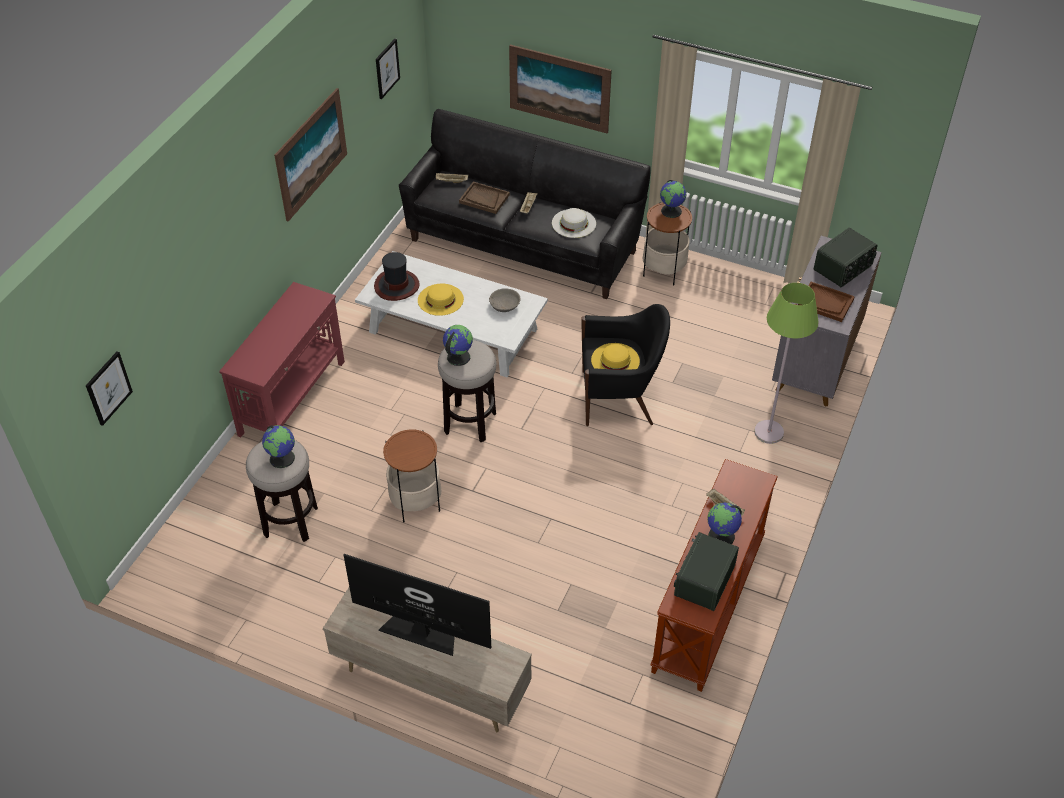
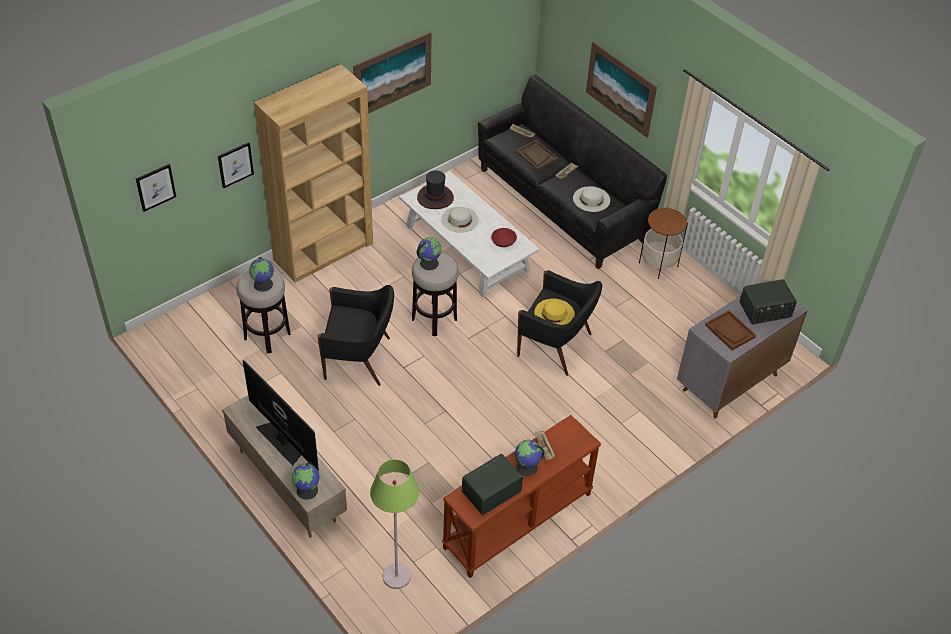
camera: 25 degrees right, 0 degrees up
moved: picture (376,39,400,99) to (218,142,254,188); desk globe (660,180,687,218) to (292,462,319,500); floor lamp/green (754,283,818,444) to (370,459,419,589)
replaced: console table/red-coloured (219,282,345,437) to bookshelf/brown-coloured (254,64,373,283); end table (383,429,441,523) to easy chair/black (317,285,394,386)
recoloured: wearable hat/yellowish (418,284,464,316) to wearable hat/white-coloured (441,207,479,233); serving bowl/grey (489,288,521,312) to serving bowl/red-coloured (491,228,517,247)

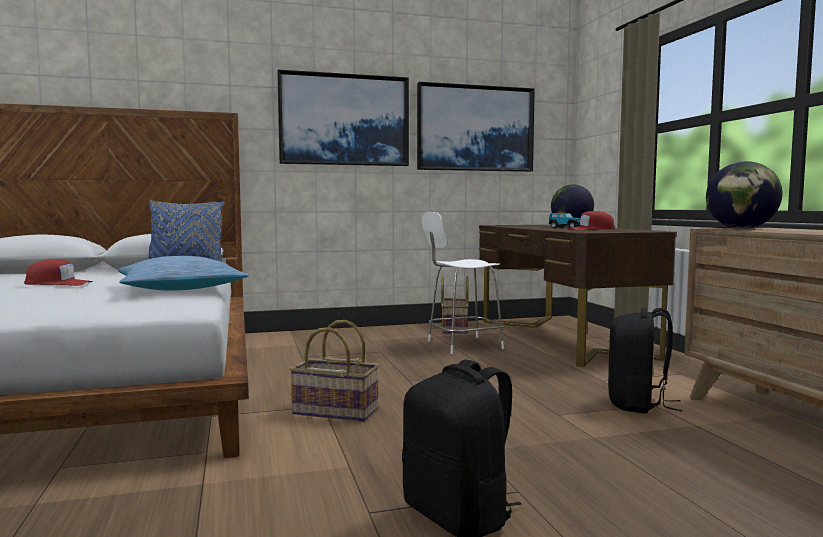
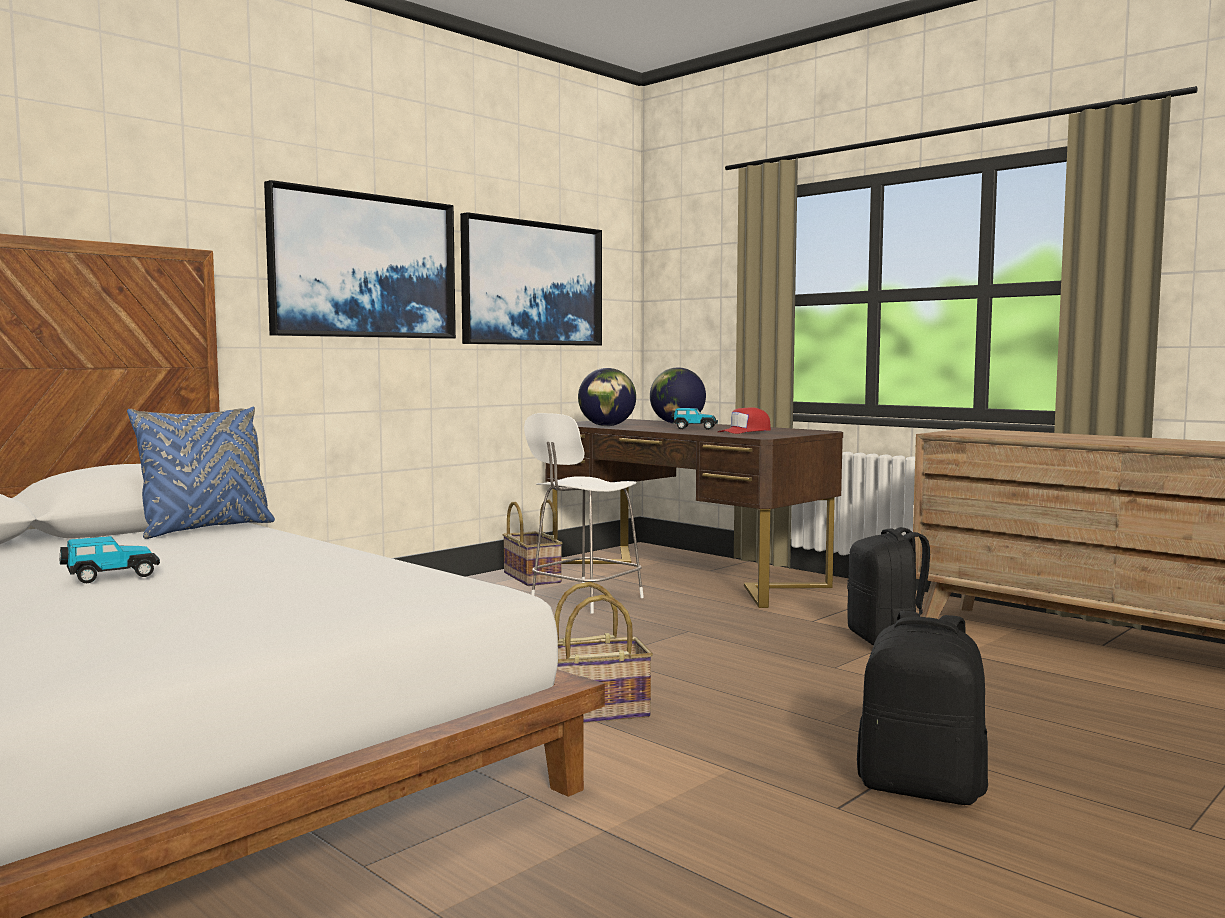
camera: 30 degrees left, 0 degrees up
removed: pillow (118,256,249,291)
moved: desk globe (706,161,782,229) to (578,368,636,426)
replaced: baseball cap/red-coloured (25,259,93,286) to toy car (60,536,160,583)

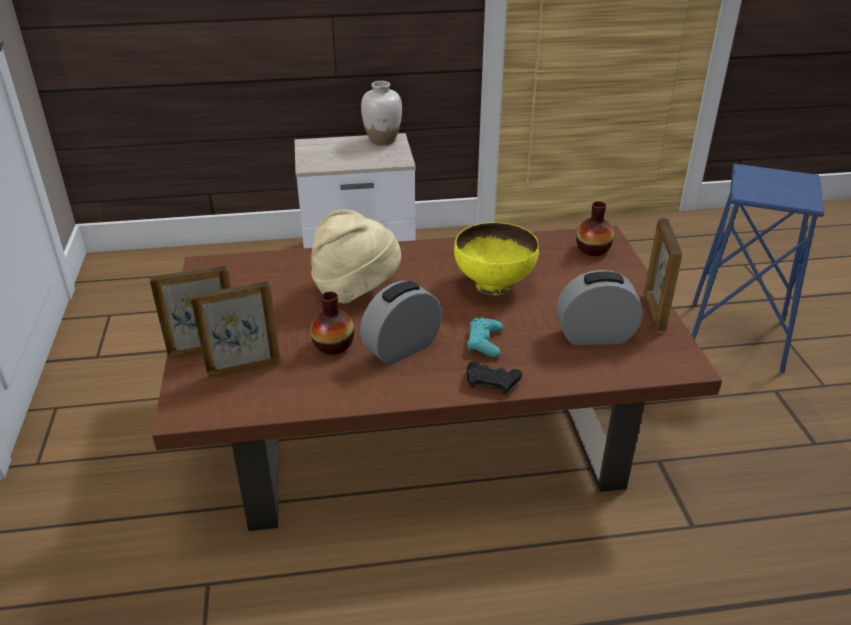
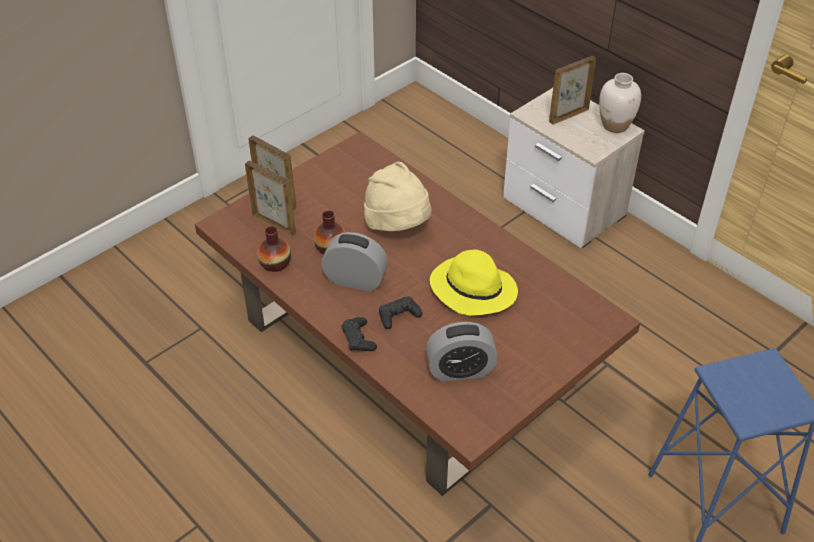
camera: 55 degrees right, 10 degrees up
moved: vase (576,201,614,256) to (257,226,291,272); photo frame (644,218,682,331) to (549,56,596,125)
replaced: serving bowl/yellowish (454,222,539,295) to wearable hat/yellowish (430,250,518,316)
recoloured: gamepad/turquoise-coloured (467,317,503,357) to gamepad/black (379,296,422,329)
turned: bedside clock (557,270,643,345) = (426,322,498,381) 120 degrees clockwise

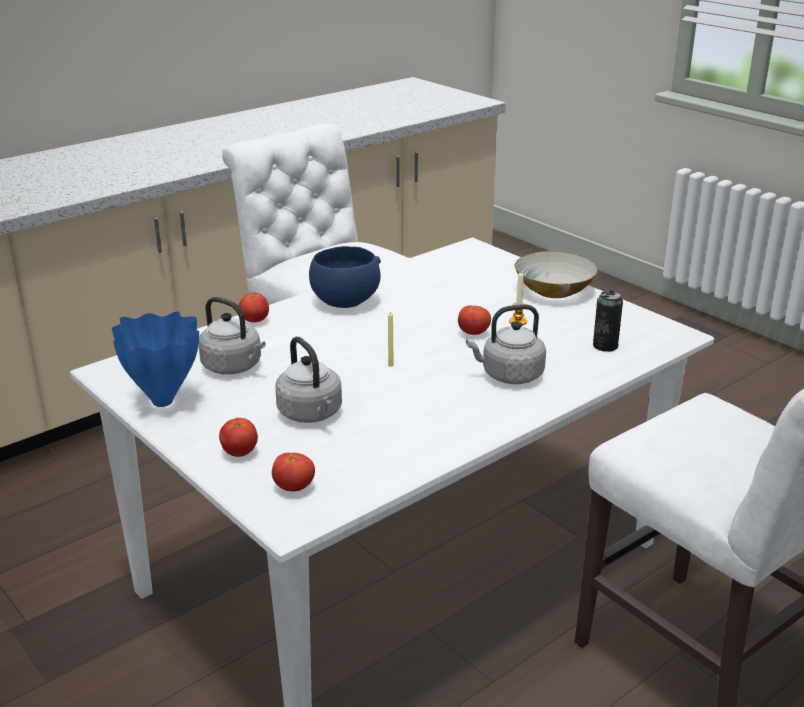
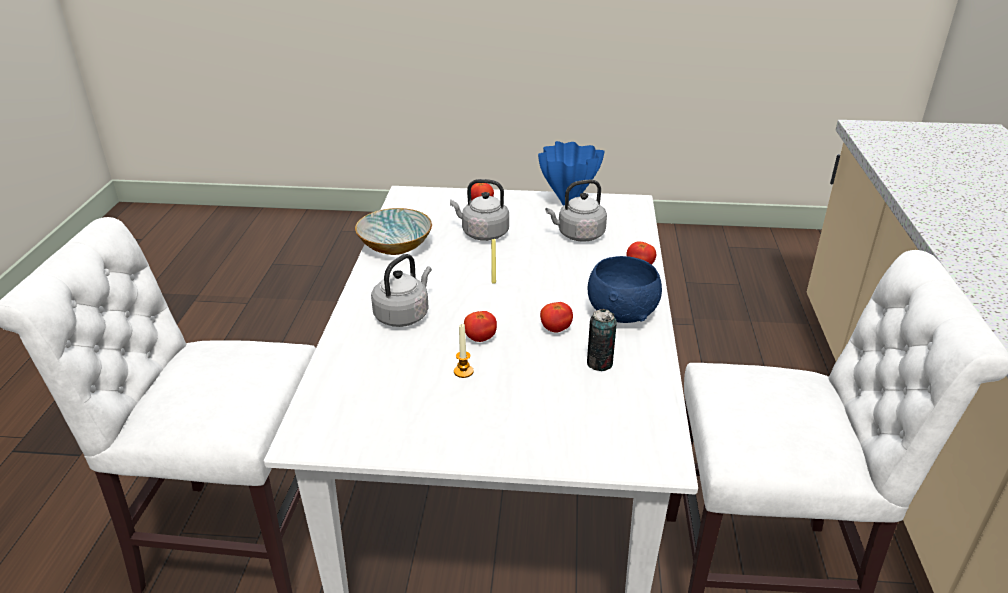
camera: 135 degrees right, 5 degrees up
moved: whole tomato (272,453,315,491) to (540,302,573,332); serving bowl (515,251,598,298) to (355,208,432,255); sealed can (593,290,623,352) to (587,309,617,371)

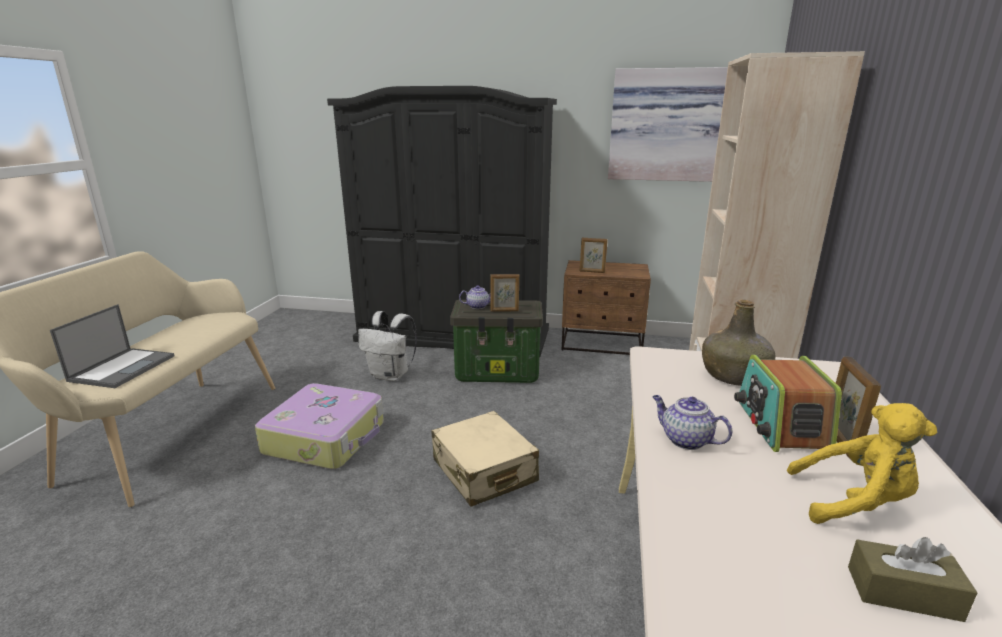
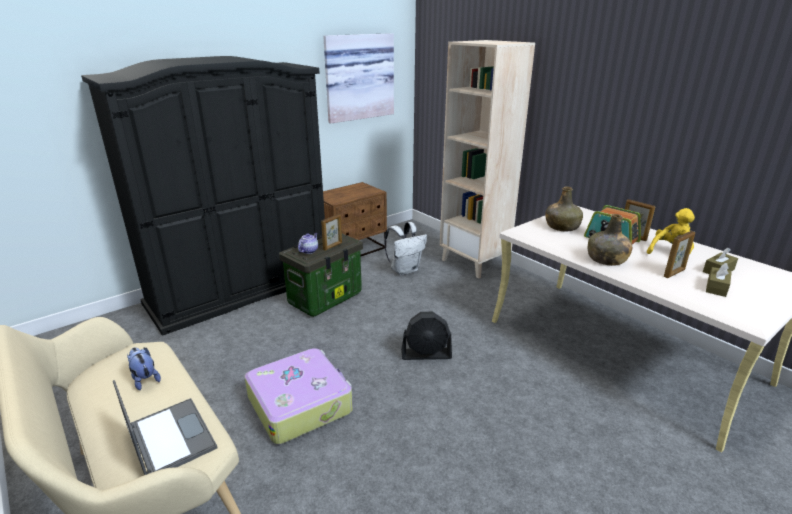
camera: 50 degrees left, 5 degrees up
added: plush toy (127,348,161,390); box of tissues/brown-coloured (706,263,732,297)
moved: knapsack/white-coloured (358,311,417,381) to (384,222,427,275); photo frame (580,238,608,273) to (664,231,695,278)
replaced: suitcase/sand-coloured (431,411,539,506) to electric fan/black (401,312,452,360); pot for tea (652,395,732,450) to bottle/green (588,214,632,266)

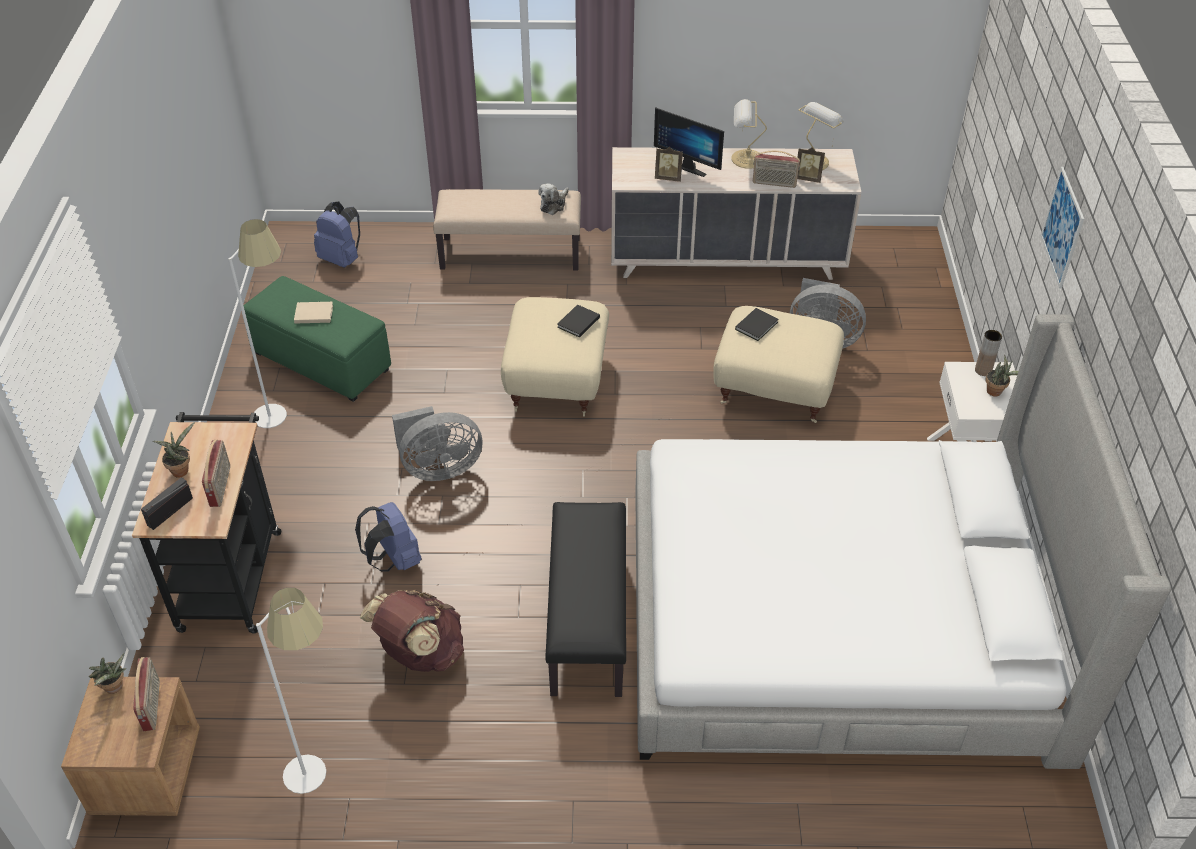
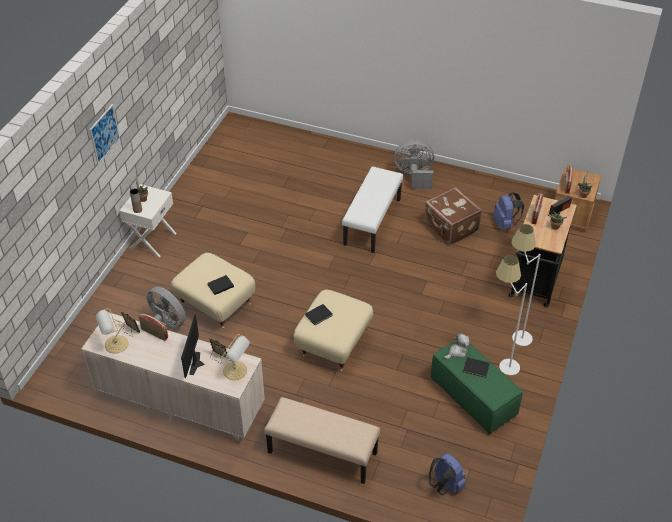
camera: 160 degrees left, 0 degrees up
removed: sleeping bed (635,314,1171,769)
moved: floor lamp/white-coloured (256,588,326,794) to (512,224,541,346); knapsack/bluish (355,502,422,572) to (493,192,524,230); electric fan/grey (392,406,482,481) to (394,140,434,189); plush toy (538,183,569,215) to (444,333,470,360); tabletop lamp (731,99,767,169) to (222,334,250,380)
replaced: knapsack/brown-coloured (360,590,464,672) to suitcase/brown-coloured (425,187,482,245)
recoloured: bound book/sand-coloured (294,302,333,324) to bound book/black (463,357,490,378); bench/black (545,502,626,697) to bench/white-coloured (342,166,403,253)
turned: computer display (654,107,724,177) = (181,315,204,378) 135 degrees counterclockwise

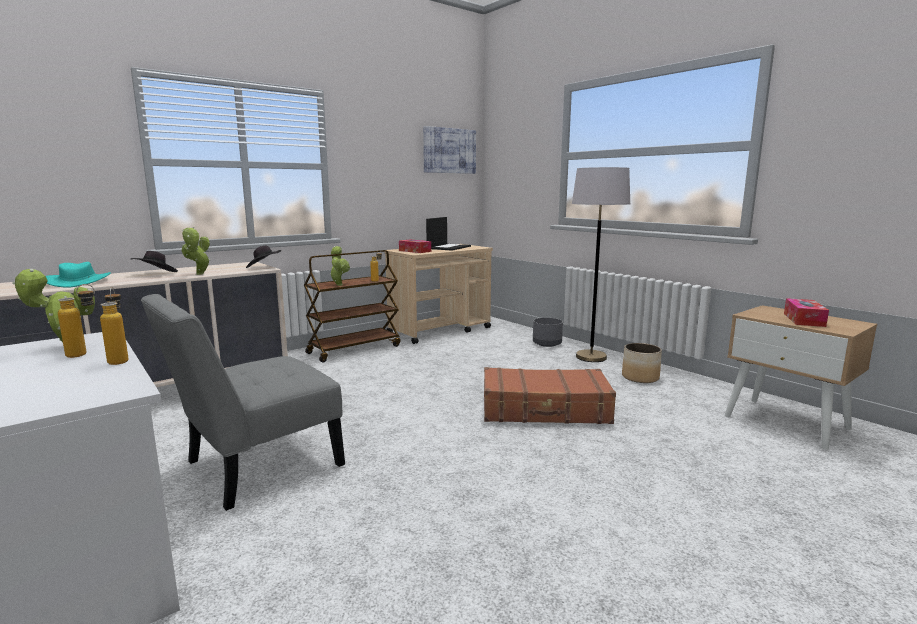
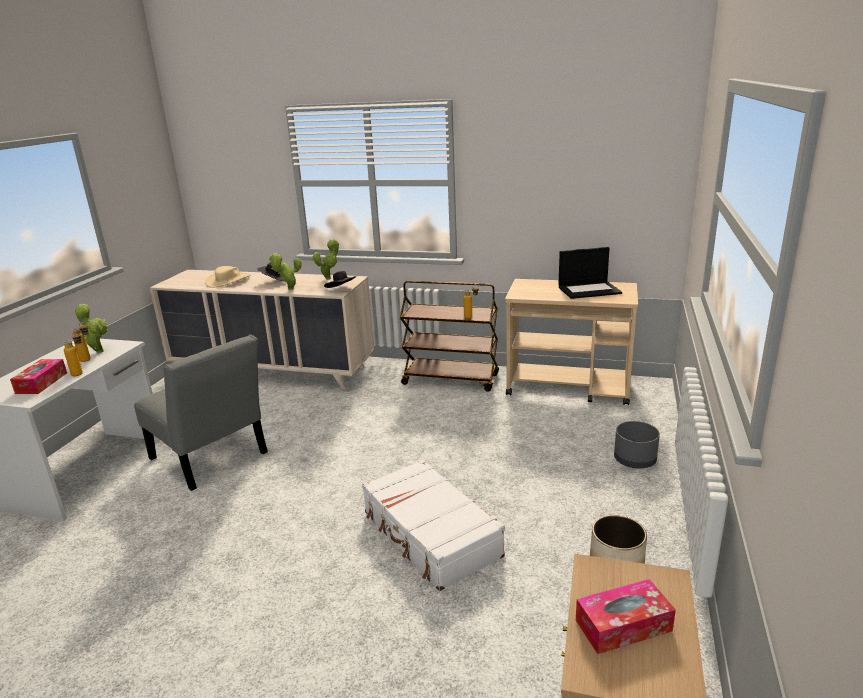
camera: 55 degrees right, 10 degrees up
removed: picture (423,126,476,174); floor lamp/grey (572,167,630,362)
moved: plant in a pot (330,246,350,286) to (313,239,339,280); box of tissues (399,239,431,253) to (10,359,67,394)
recoloured: wearable hat/turquoise-coloured (46,262,111,288) to wearable hat/sand-coloured (205,266,251,288); suitcase/brown-coloured (484,367,616,424) to suitcase/white-coloured (362,460,505,591)
turned: plain chair/grey (141,294,345,511) = (134,335,268,491) 150 degrees counterclockwise

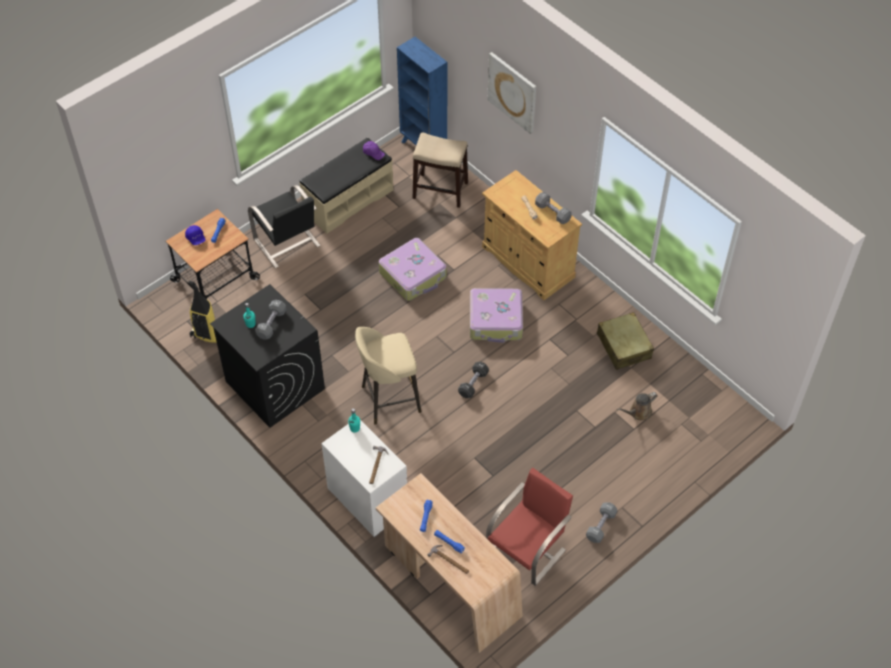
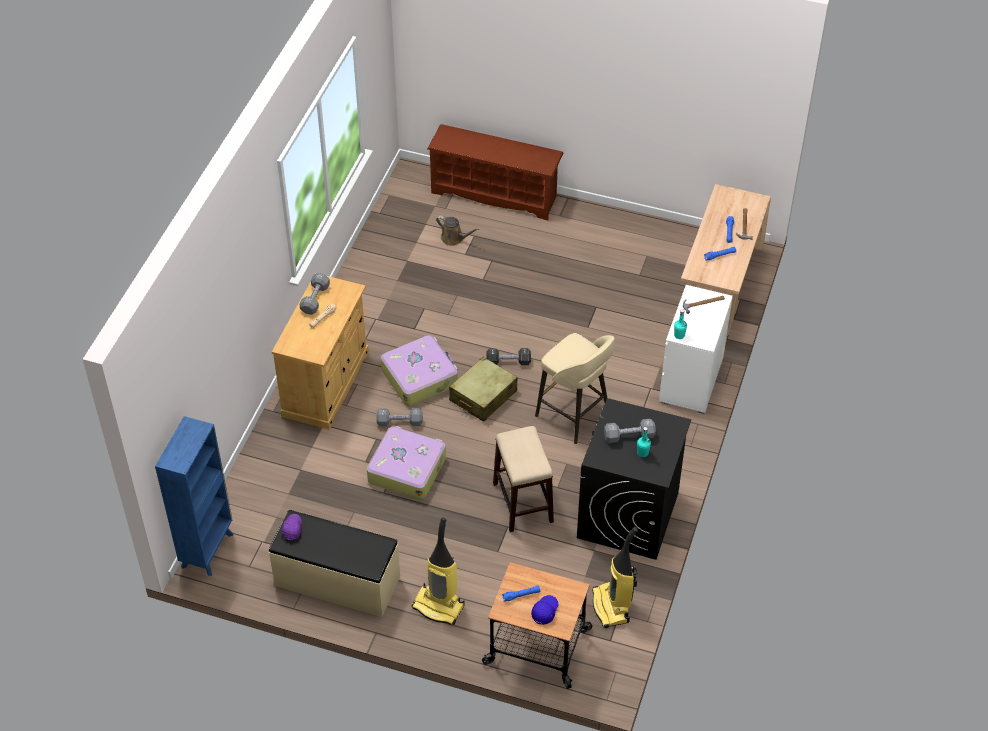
camera: 120 degrees left, 5 degrees down
removed: plain chair/red-coloured (486,468,573,586); picture (488,52,536,134)
added: shoe shelf/brown-coloured (427,124,563,220)
moved: stool (413,132,468,208) to (493,426,554,532); free weight/grey (586,502,618,543) to (376,408,423,426); suitcase/sand-coloured (597,312,654,370) to (449,357,517,422)
replaced: plain chair/black (248,185,321,268) to vacuum cleaner (412,517,465,625)

